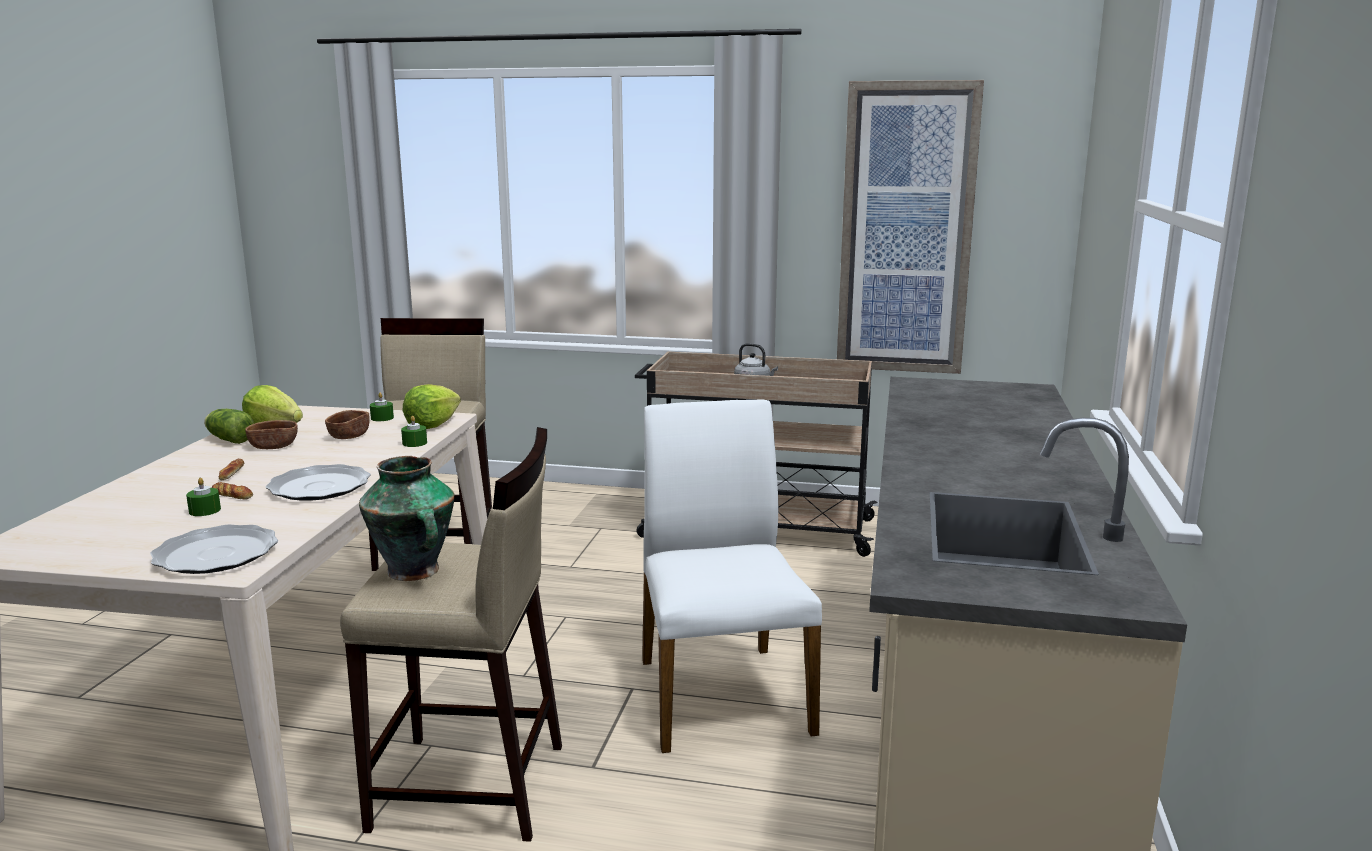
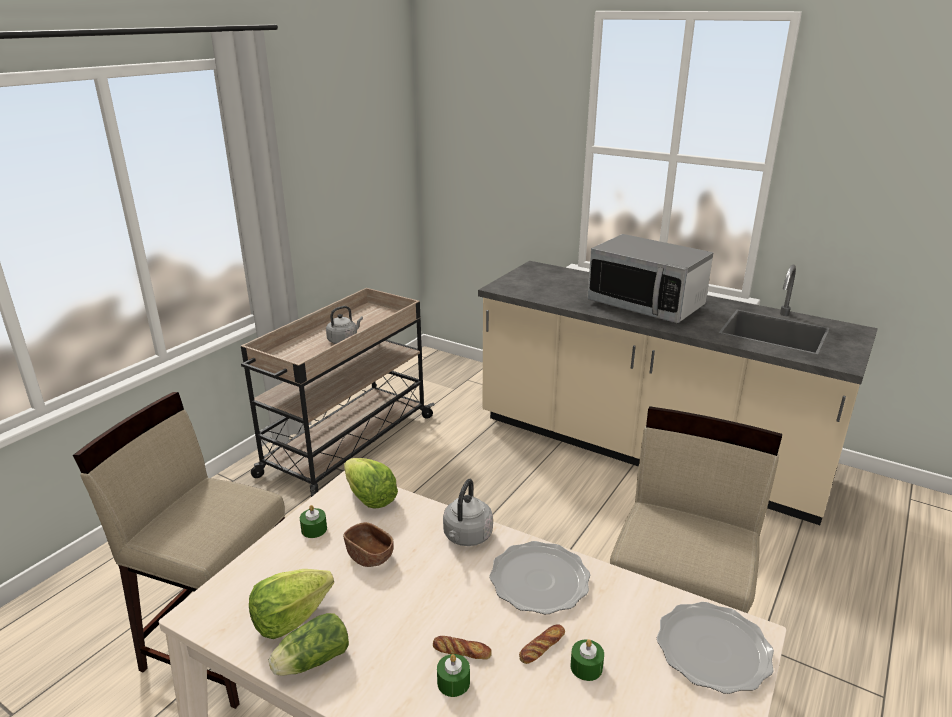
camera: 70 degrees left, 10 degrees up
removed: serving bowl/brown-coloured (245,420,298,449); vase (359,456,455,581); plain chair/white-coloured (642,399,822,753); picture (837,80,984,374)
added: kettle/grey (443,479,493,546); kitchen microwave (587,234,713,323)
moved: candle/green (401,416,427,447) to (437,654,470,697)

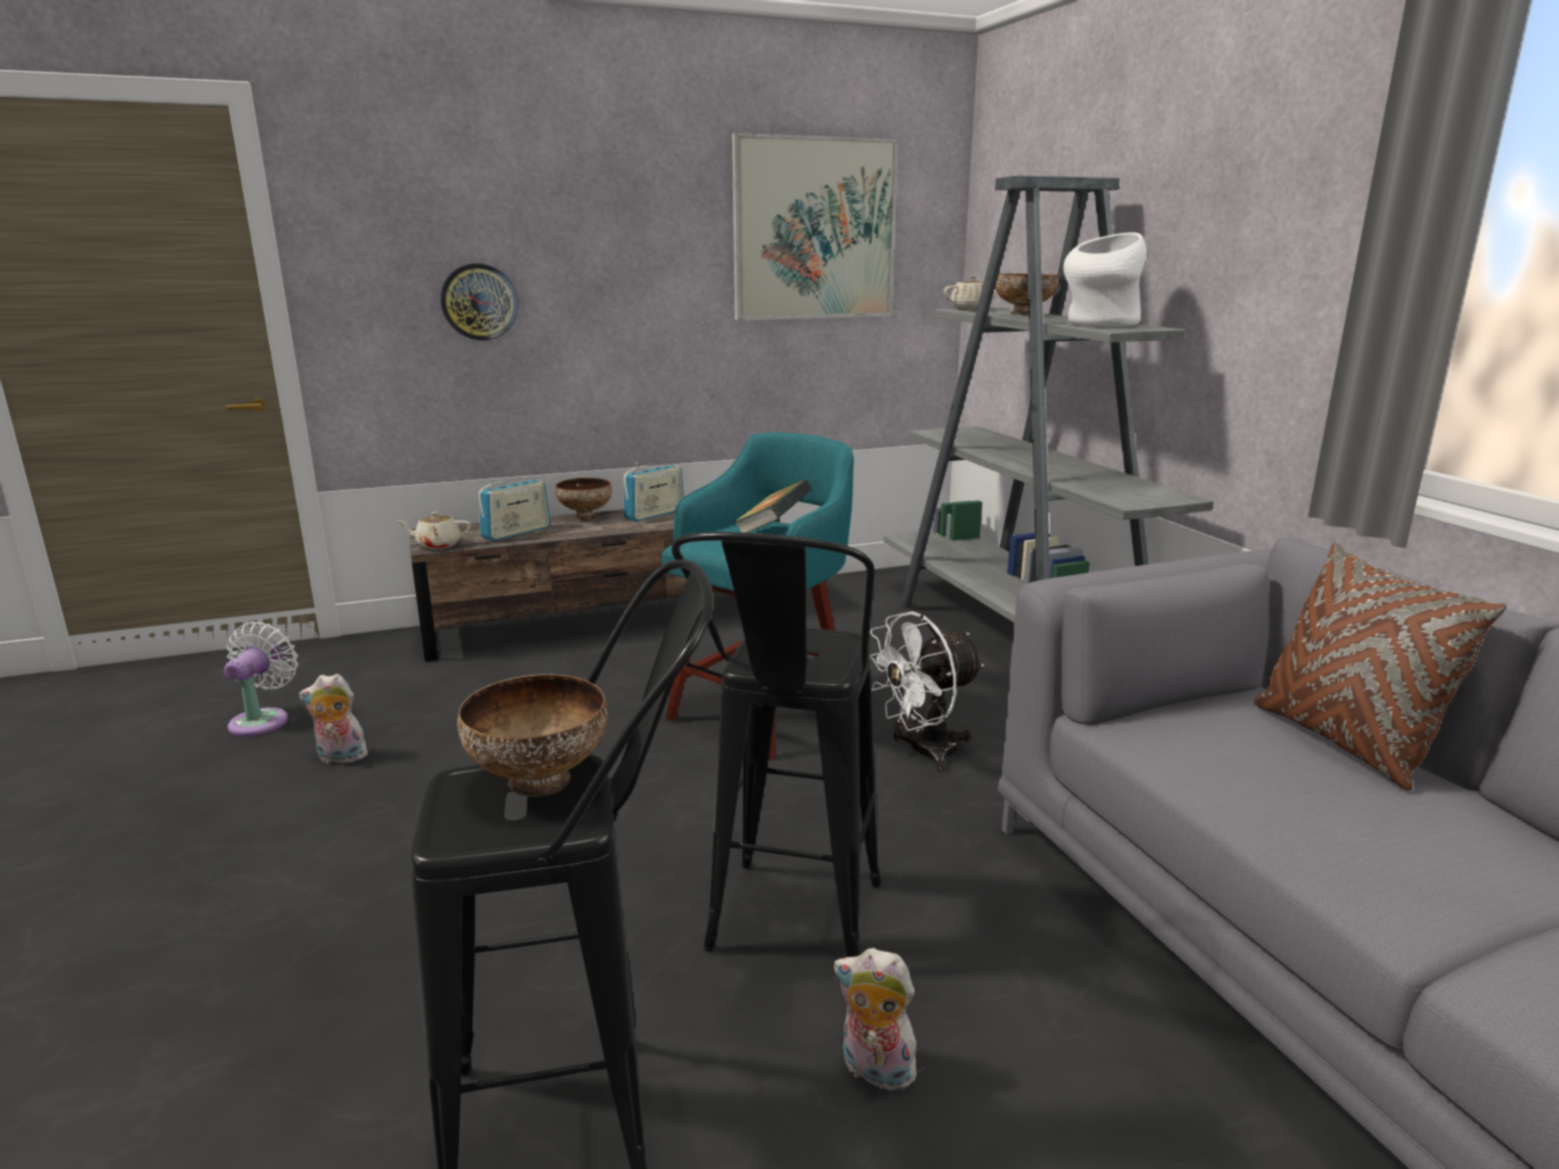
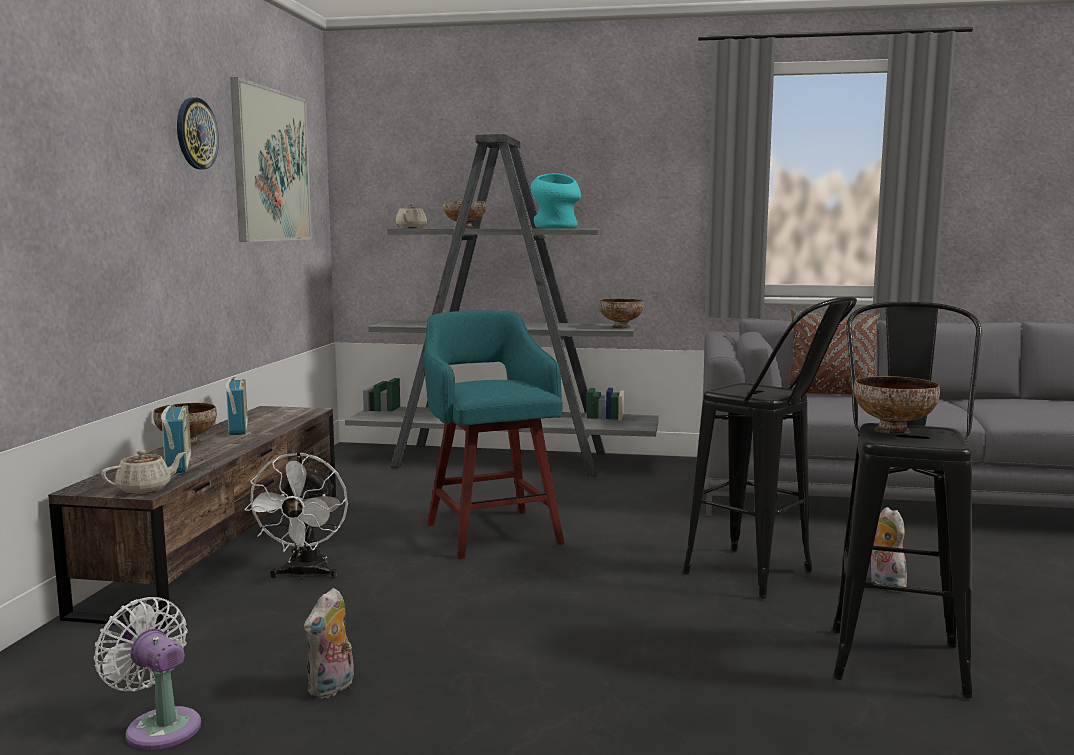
camera: 60 degrees left, 10 degrees down
removed: bound book (733,480,812,533)
added: serving bowl (599,299,644,328)
moved: wall clock (440,263,518,341) to (177,97,219,169); electric fan/white-coloured (870,611,984,772) to (244,452,348,580)
recoloured: vase/white-coloured (1063,232,1147,327) to vase/turquoise-coloured (531,173,581,229)
turned: pot for tea/sand-coloured (397,512,471,549) = (101,450,186,494) 150 degrees counterclockwise; plush toy (834,948,922,1091) = (870,507,907,592) 105 degrees clockwise

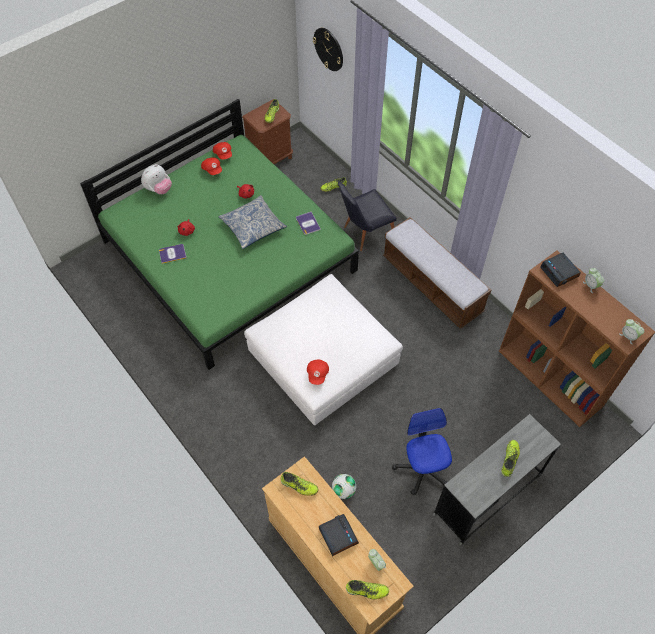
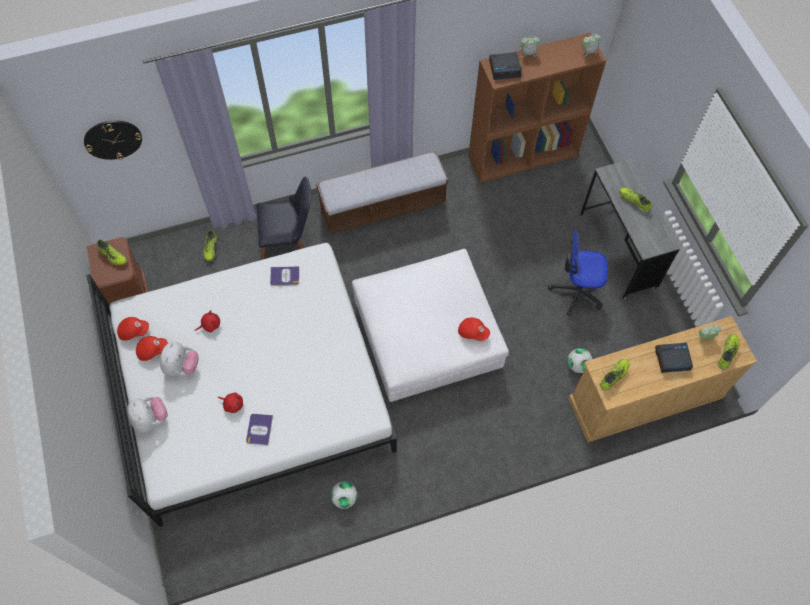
camera: 70 degrees left, 5 degrees up
removed: pillow (219,195,287,249)
added: plush toy (160,342,199,376); ball for football (331,481,357,509)
recoloured: sleeping bed/green (80,99,359,370) to sleeping bed/white-coloured (86,243,397,527)
turned: plain chair/black (338,182,397,251) = (257,177,312,260) 90 degrees counterclockwise

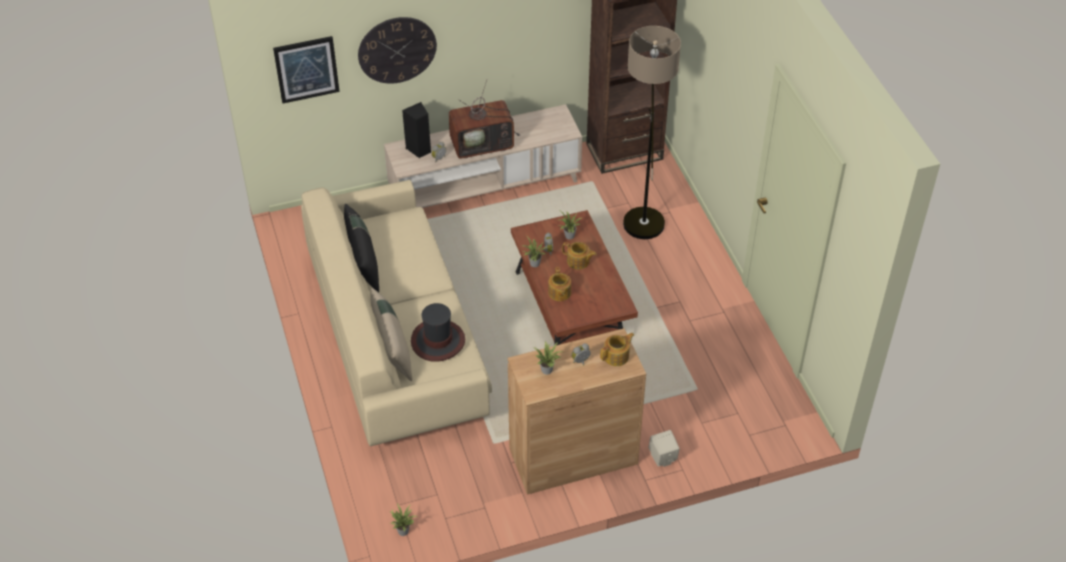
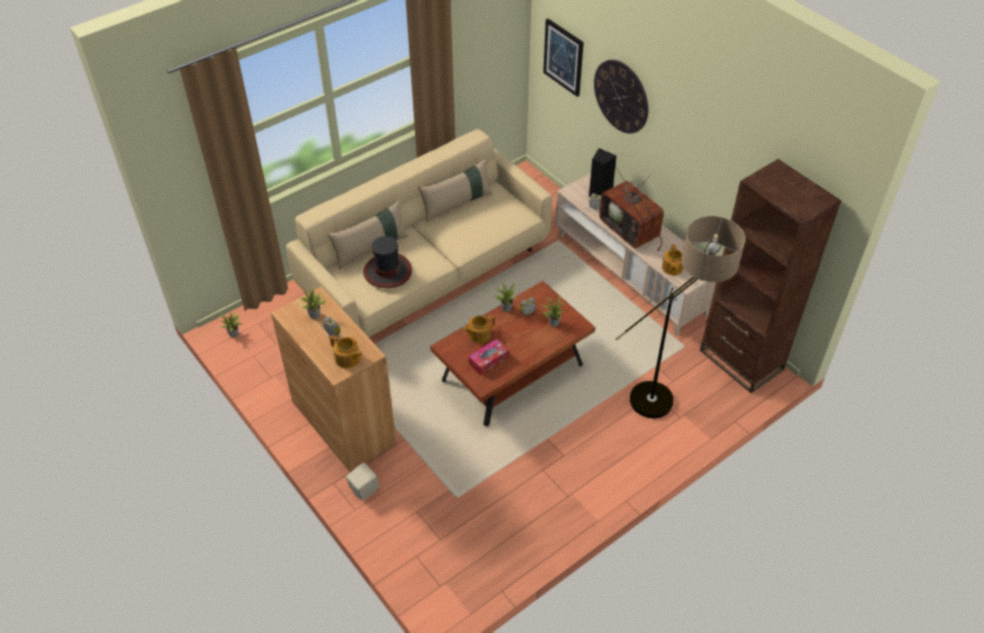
camera: 70 degrees right, 0 degrees up
added: box of tissues (469,339,509,376)
moved: pot for tea (562,242,596,270) to (662,244,683,275)
recoloured: pillow/black (344,204,379,292) to pillow/sand-coloured (418,158,492,222)

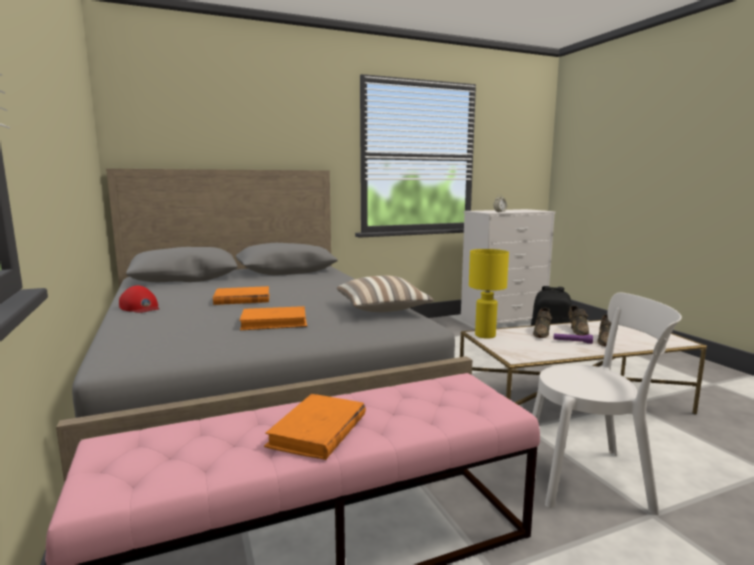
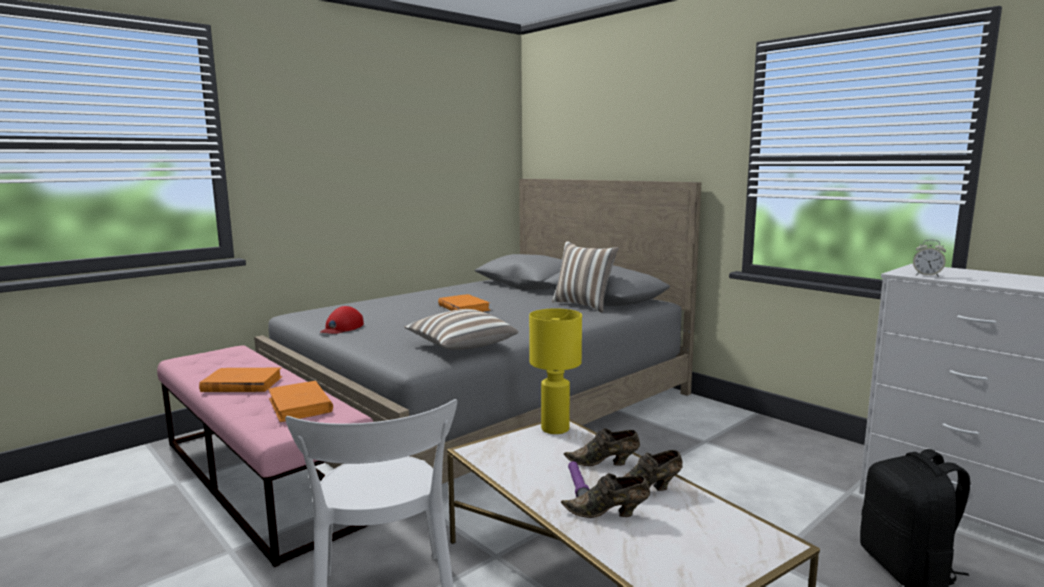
camera: 70 degrees right, 0 degrees up
added: pillow (552,241,619,313)
moved: baseball cap/red-coloured (119,285,159,313) to (321,306,364,334); bound book/orange-coloured (239,306,307,330) to (268,381,333,422)

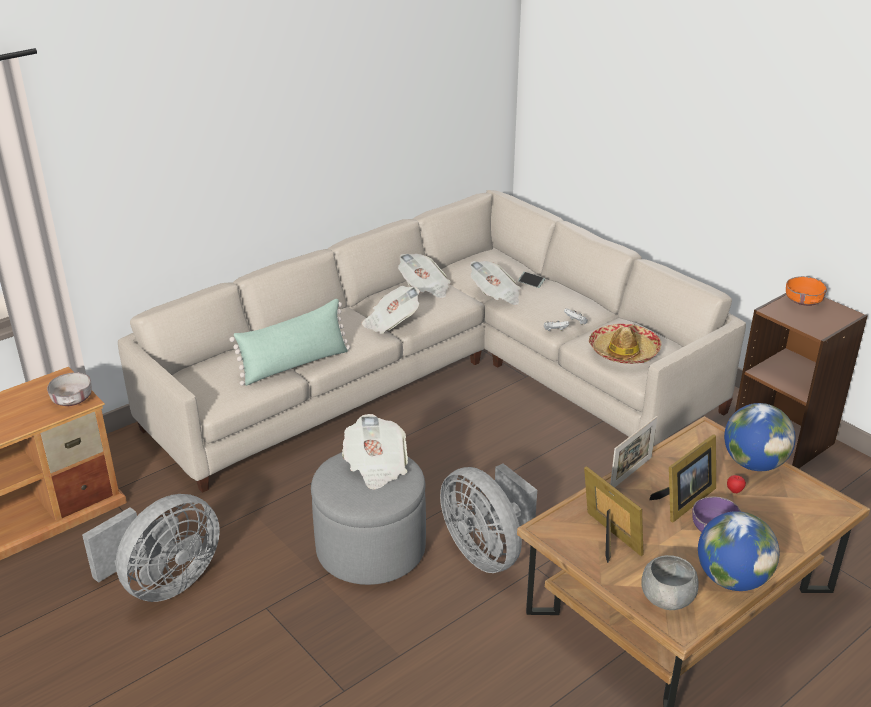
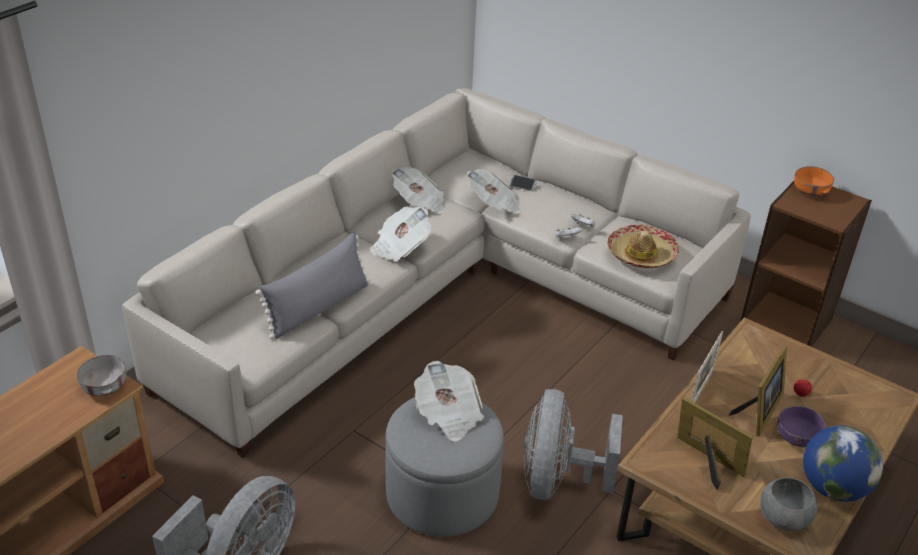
camera: 15 degrees left, 5 degrees up
removed: desk globe (724,403,796,471)
recoloured: pillow/green (230,299,350,386) to pillow/grey (256,233,370,339)
turned: electric fan/grey (440,463,537,573) = (524,389,623,500) 60 degrees clockwise

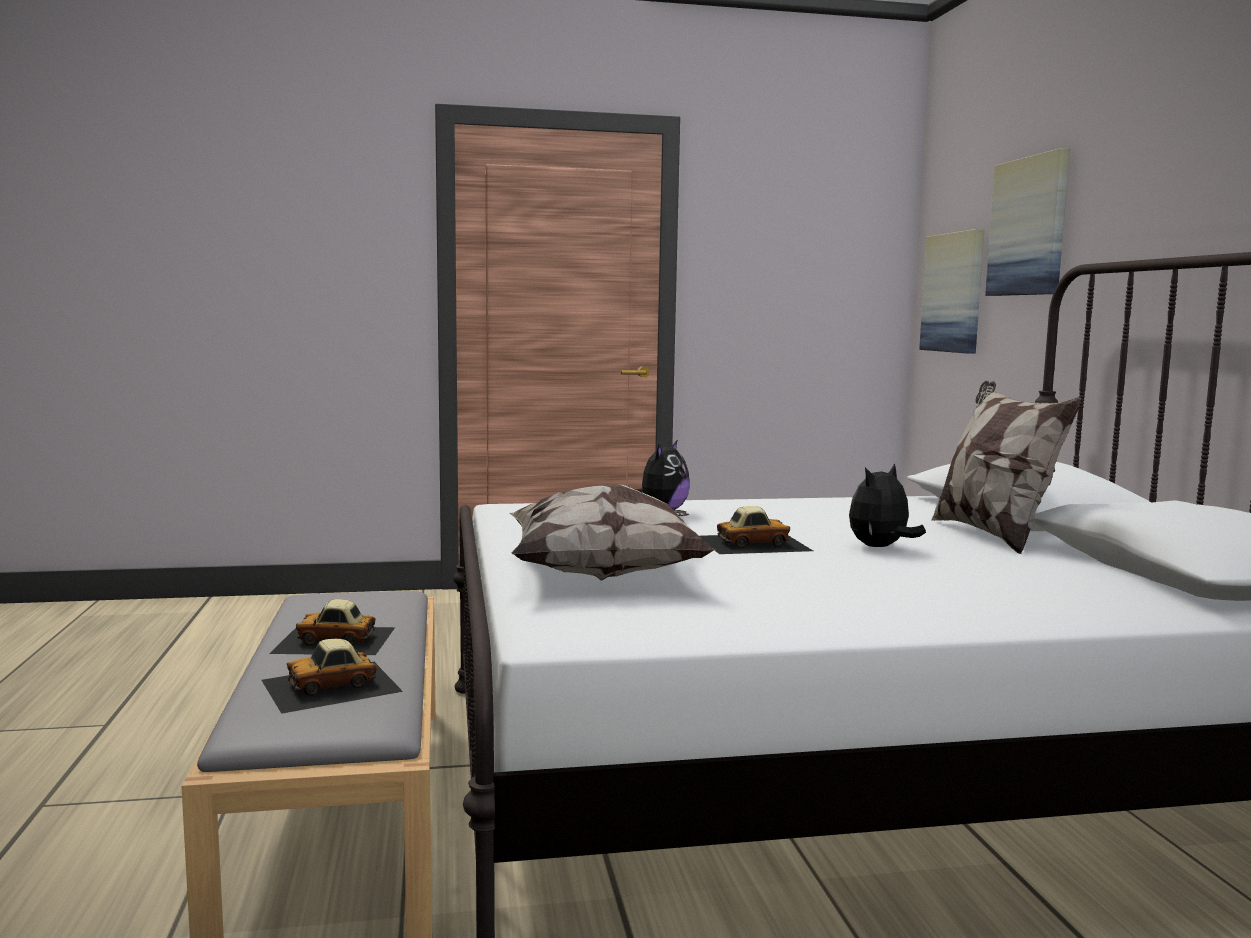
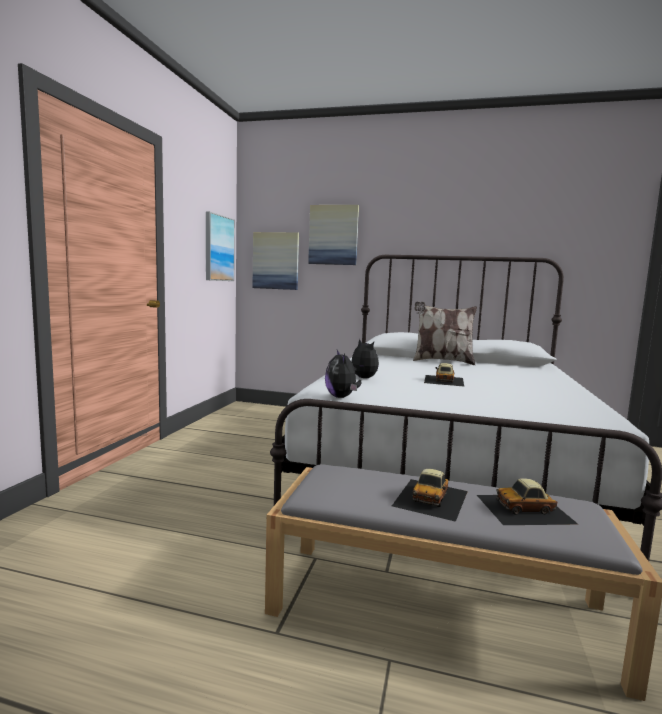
camera: 65 degrees left, 0 degrees up
removed: pillow (510,484,716,581)
added: picture (206,212,235,281)
moved: plush toy (849,463,926,547) to (325,350,361,398)
turned: toy car (261,639,403,714) = (477,478,579,525) 90 degrees clockwise

